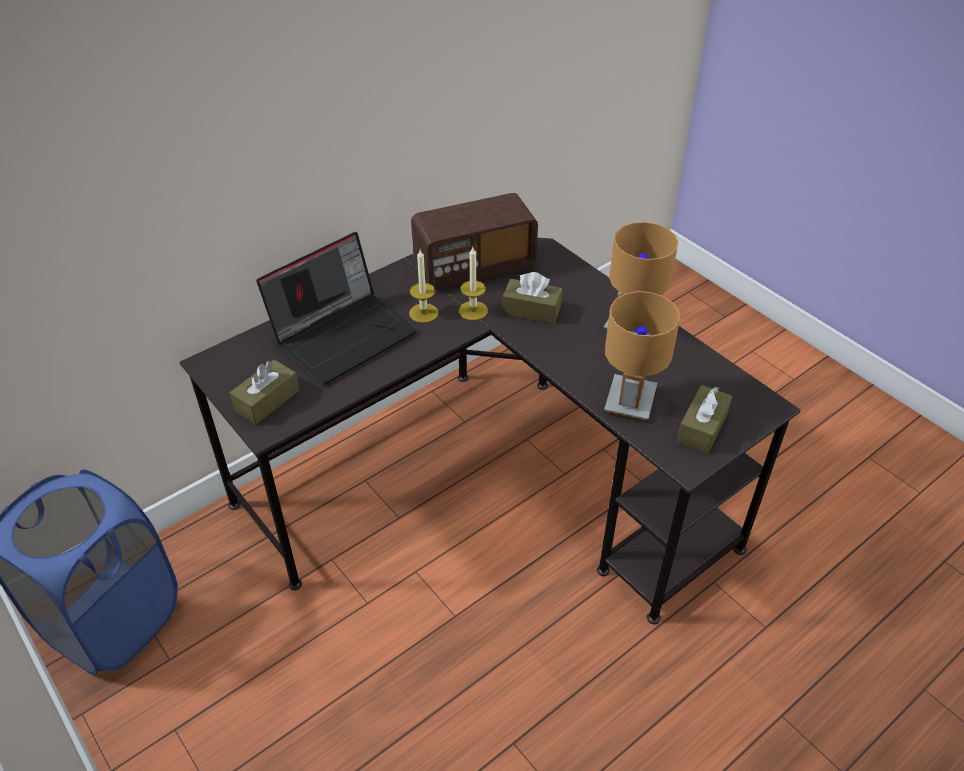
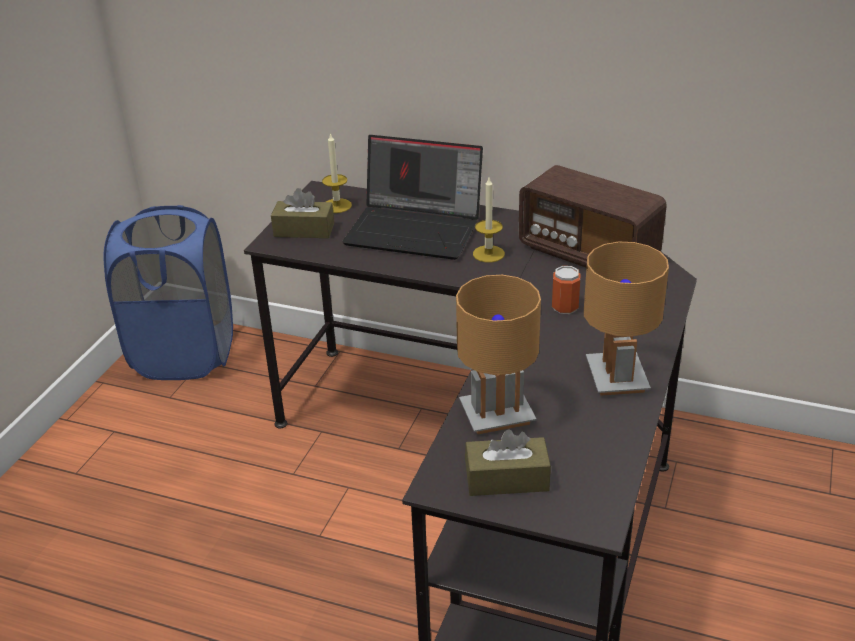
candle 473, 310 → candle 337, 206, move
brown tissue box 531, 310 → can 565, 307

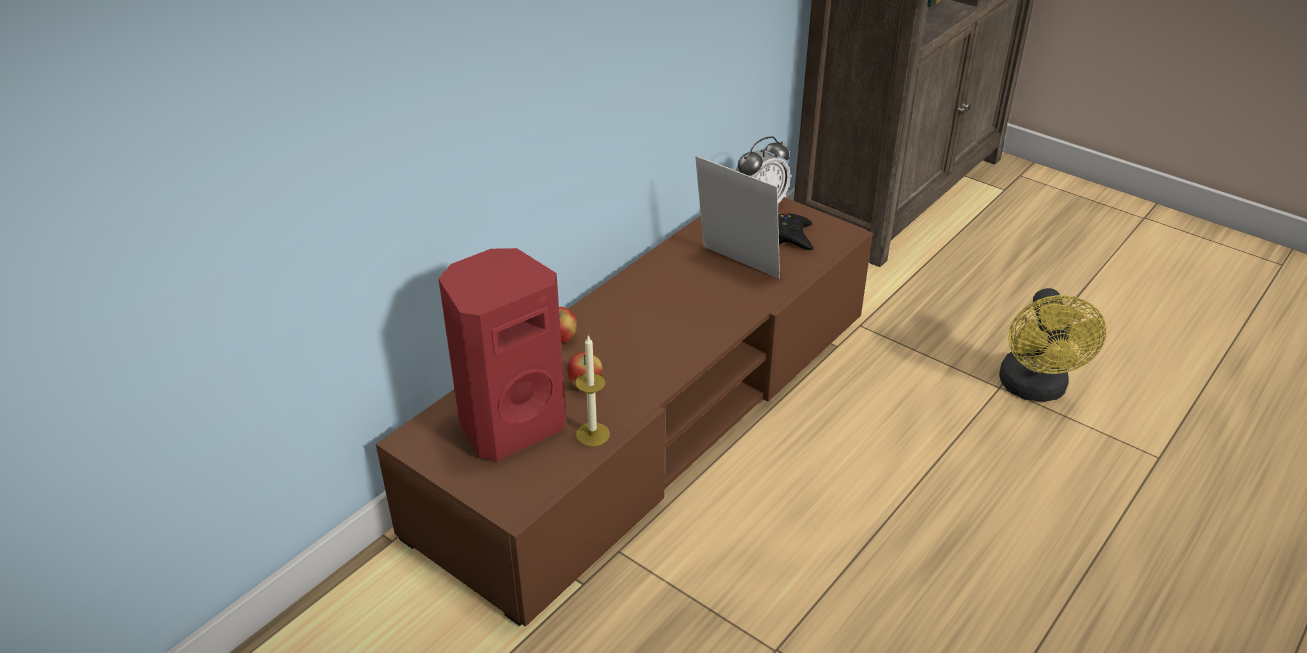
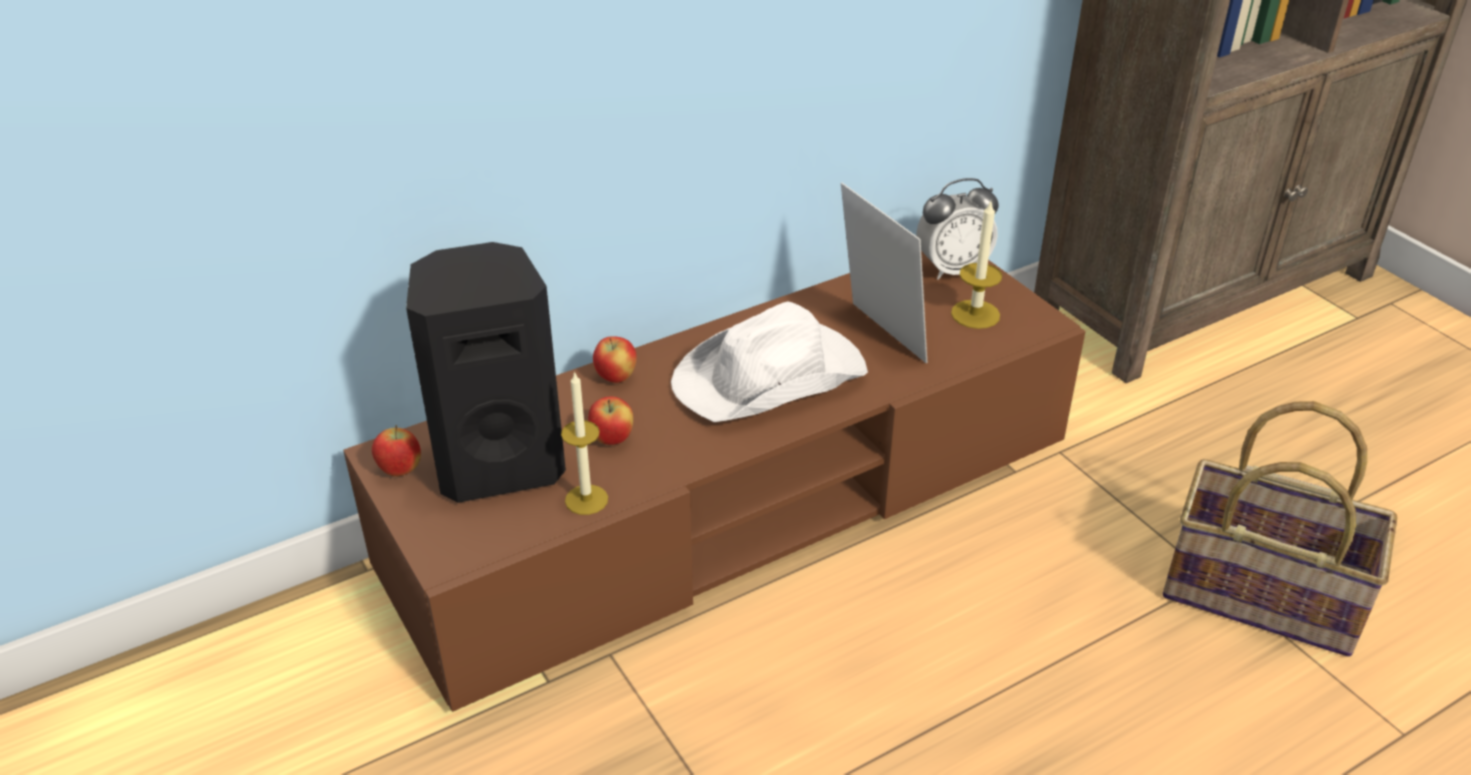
red speaker 509, 424 → black speaker 499, 464
black game controller 793, 236 → candle 975, 314
yellow fan 1034, 389 → basket 1263, 593
- → apple 400, 470
- → white hat 772, 378

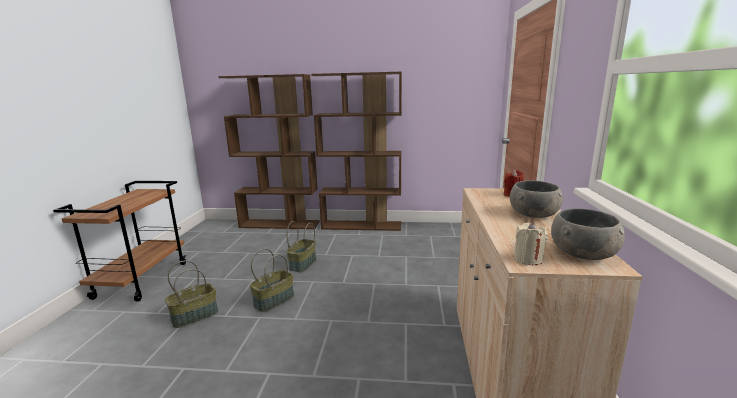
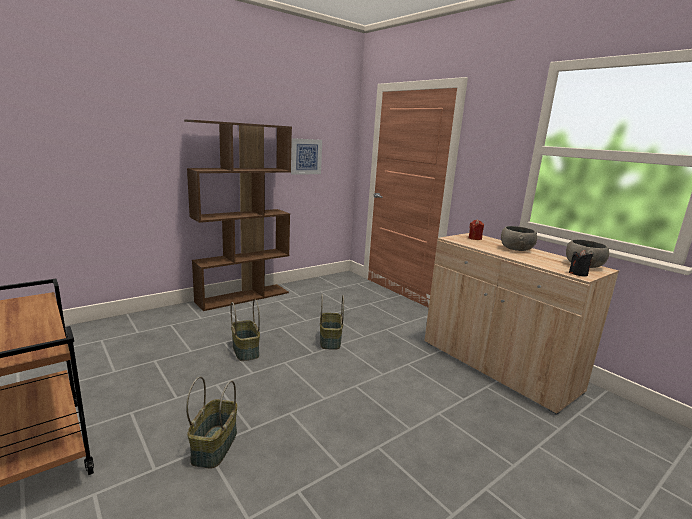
brown bookcase 280, 224 → -
basket 274, 300 → basket 329, 340, move
beige candle 528, 259 → black candle 578, 274
- → picture 306, 156

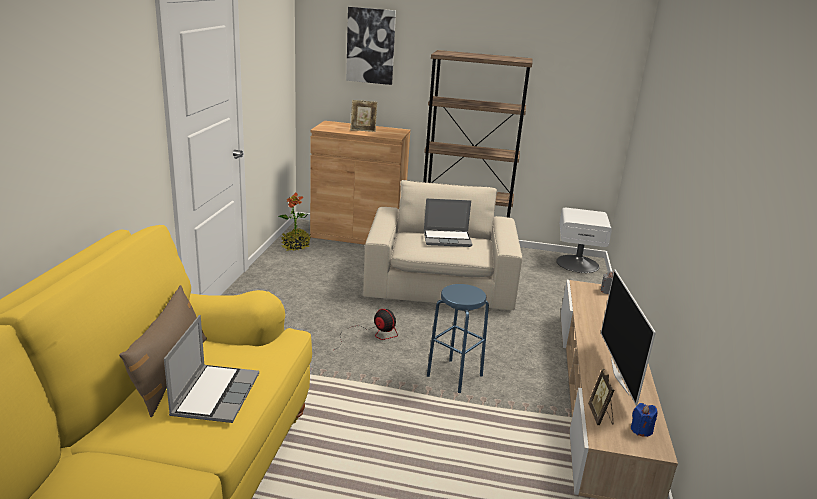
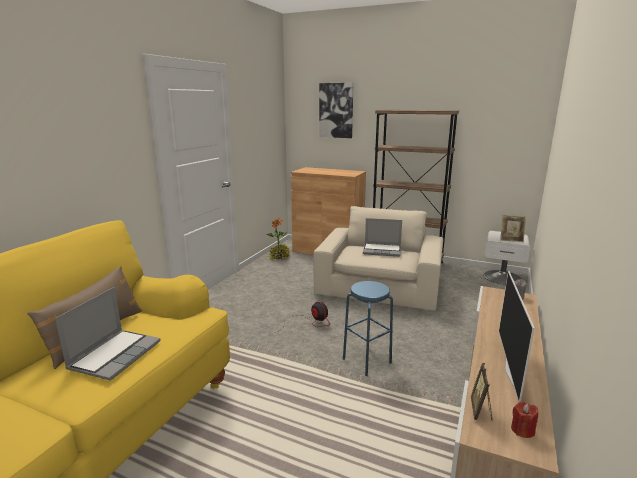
picture frame 363, 130 → picture frame 511, 240, move
blue candle 641, 430 → red candle 522, 430

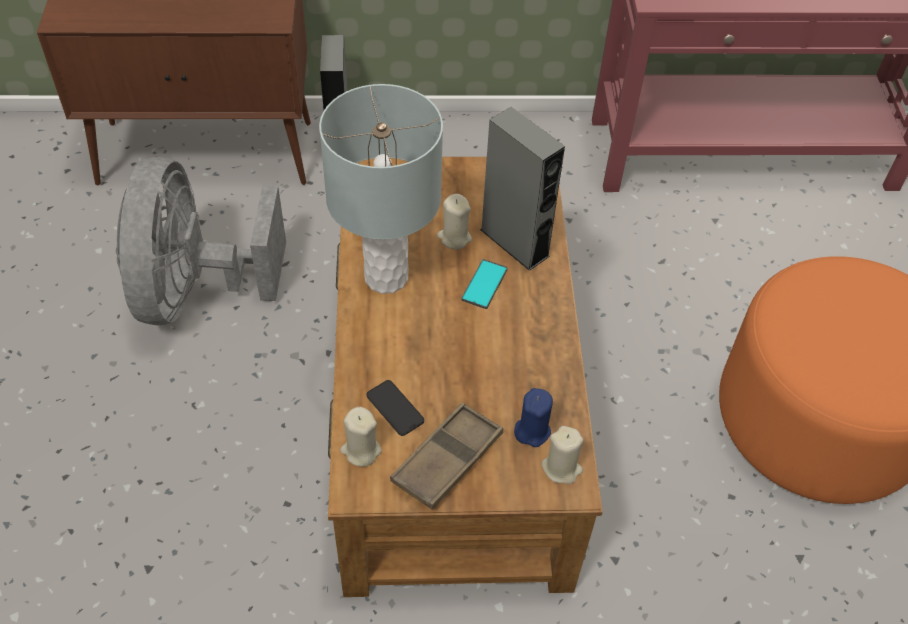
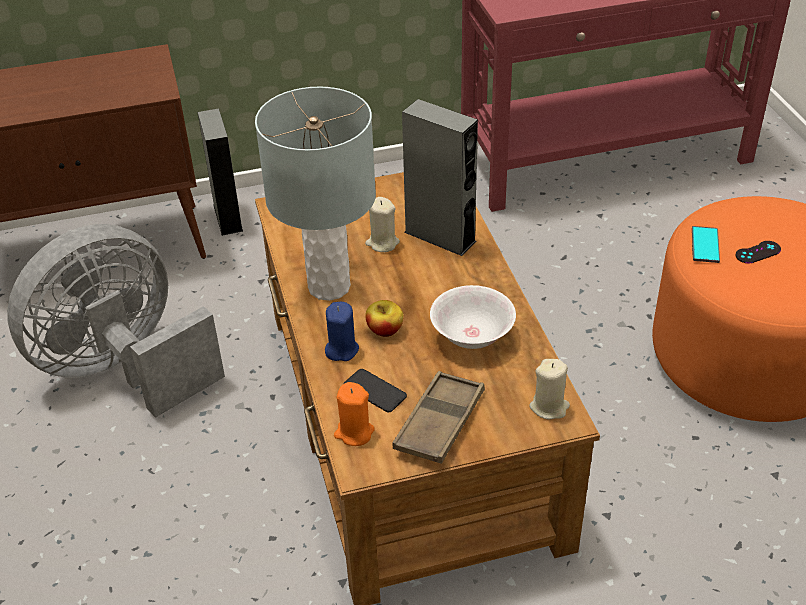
grey fan 197, 290 → grey fan 124, 369, 60 degrees clockwise
beige candle 361, 450 → orange candle 354, 432
phone 484, 284 → phone 705, 245, move
blue candle 532, 430 → blue candle 341, 349, move
- → apple 385, 330
- → white bowl 472, 336
- → black game controller 758, 252

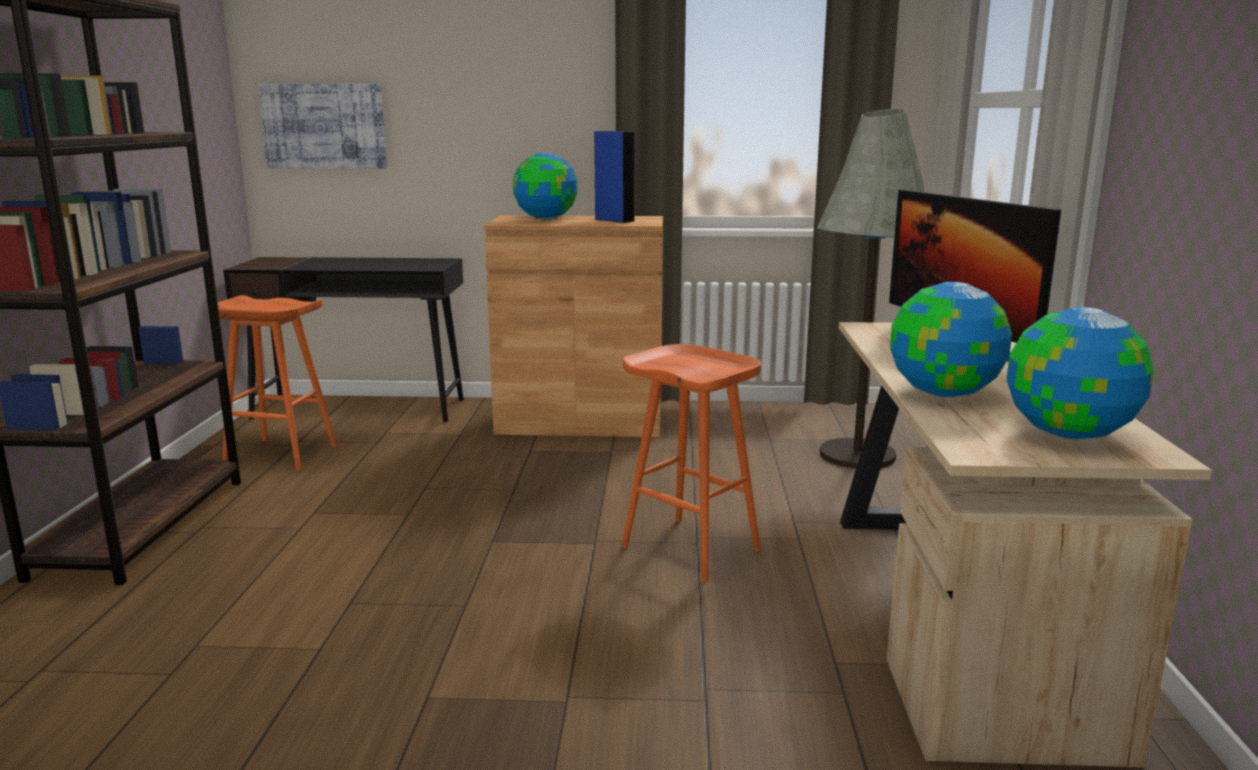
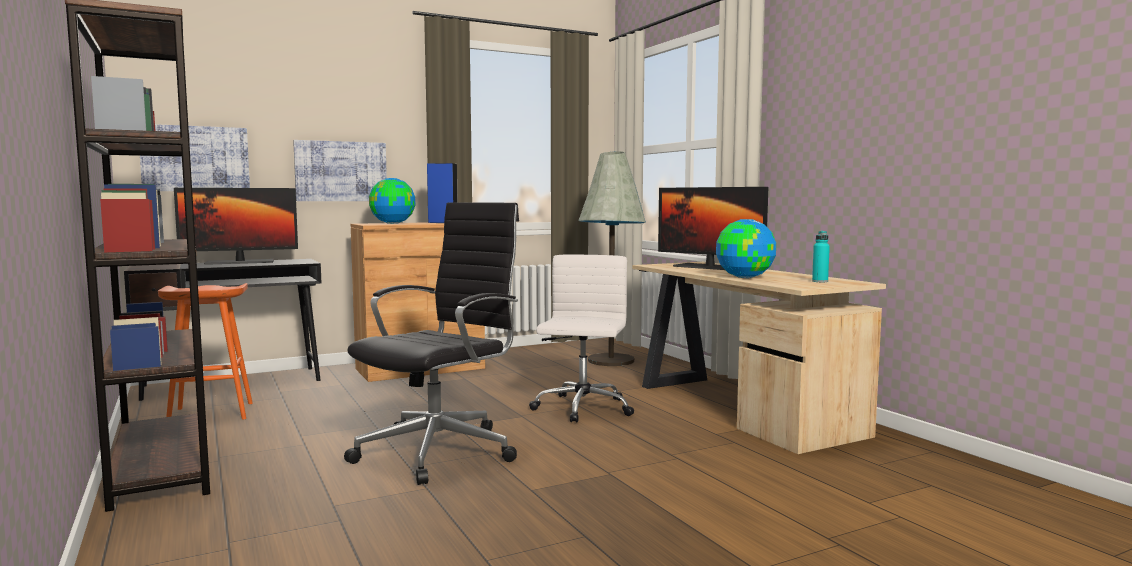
orange stool 693, 548 → white office chair 582, 409
globe 1067, 434 → turquoise bottle 820, 281
- → monitor 240, 262
- → picture 341, 171
- → black office chair 441, 450

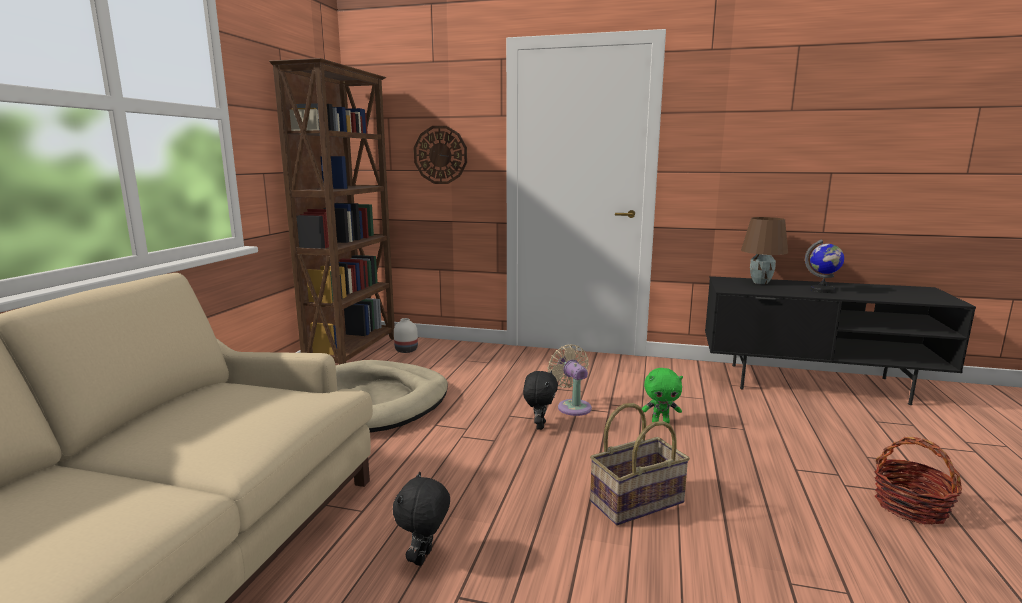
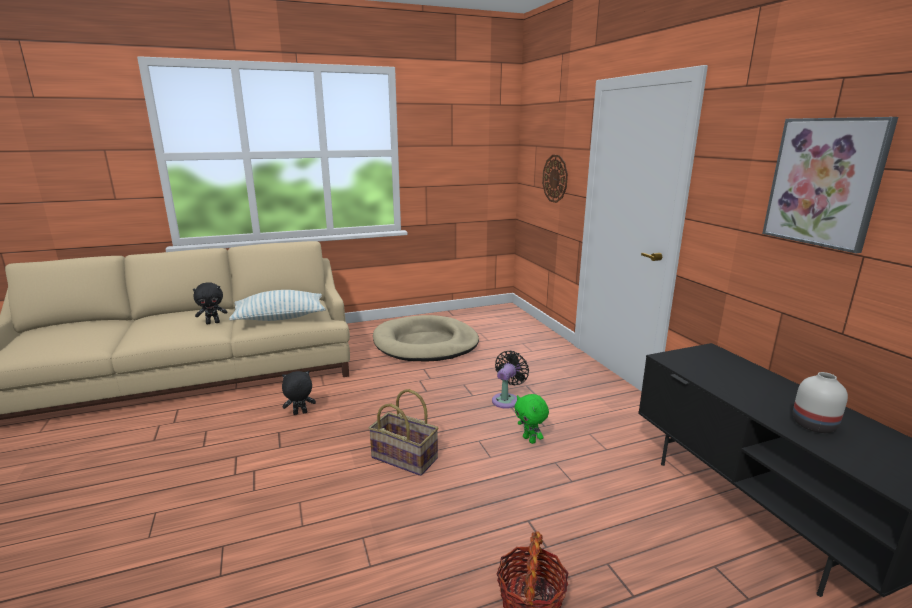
brown bookcase 353, 352 → -
white vase 406, 350 → white vase 813, 425, move
black plush toy 539, 425 → black plush toy 213, 323, move
beige fan 572, 406 → black fan 507, 399
brown table lamp 760, 282 → -
globe 822, 290 → -
- → pillow 280, 318
- → picture 824, 182

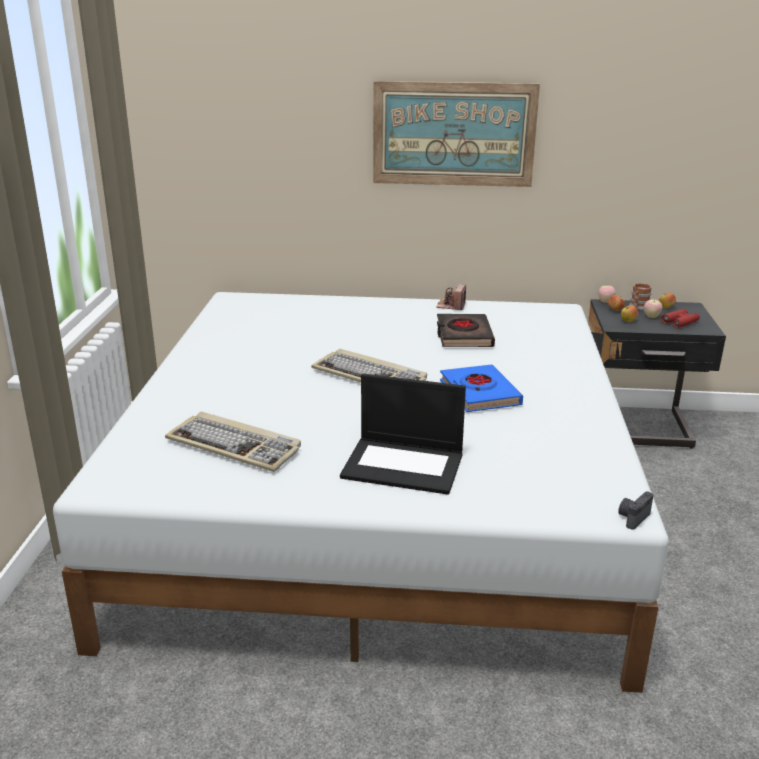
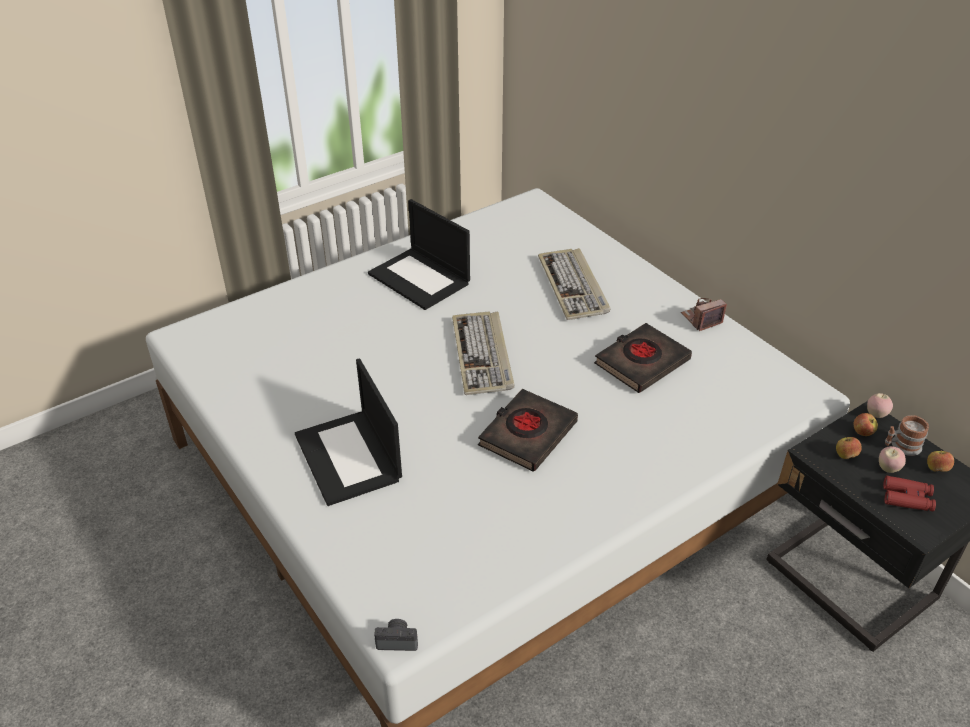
keyboard 235, 445 → keyboard 573, 287, move
picture 453, 134 → -
blue book 479, 394 → black book 527, 434
- → laptop 420, 279

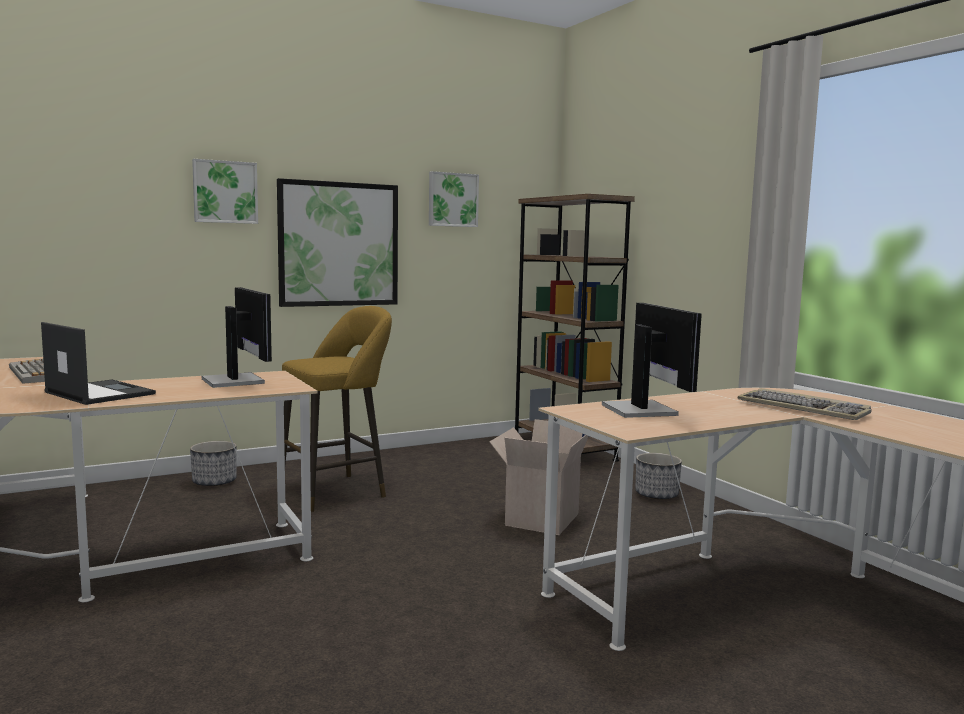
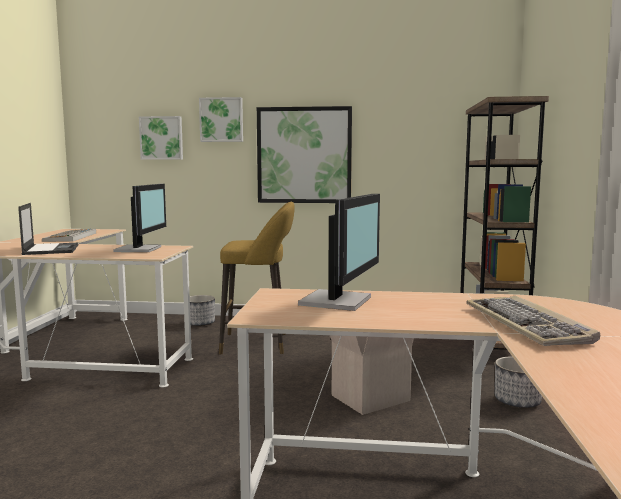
picture 452, 200 → picture 162, 138, move

